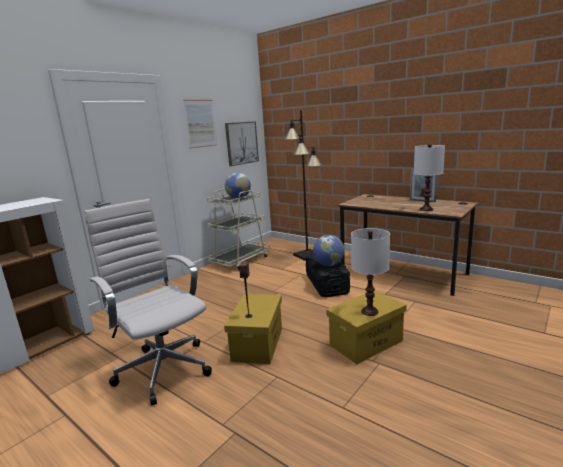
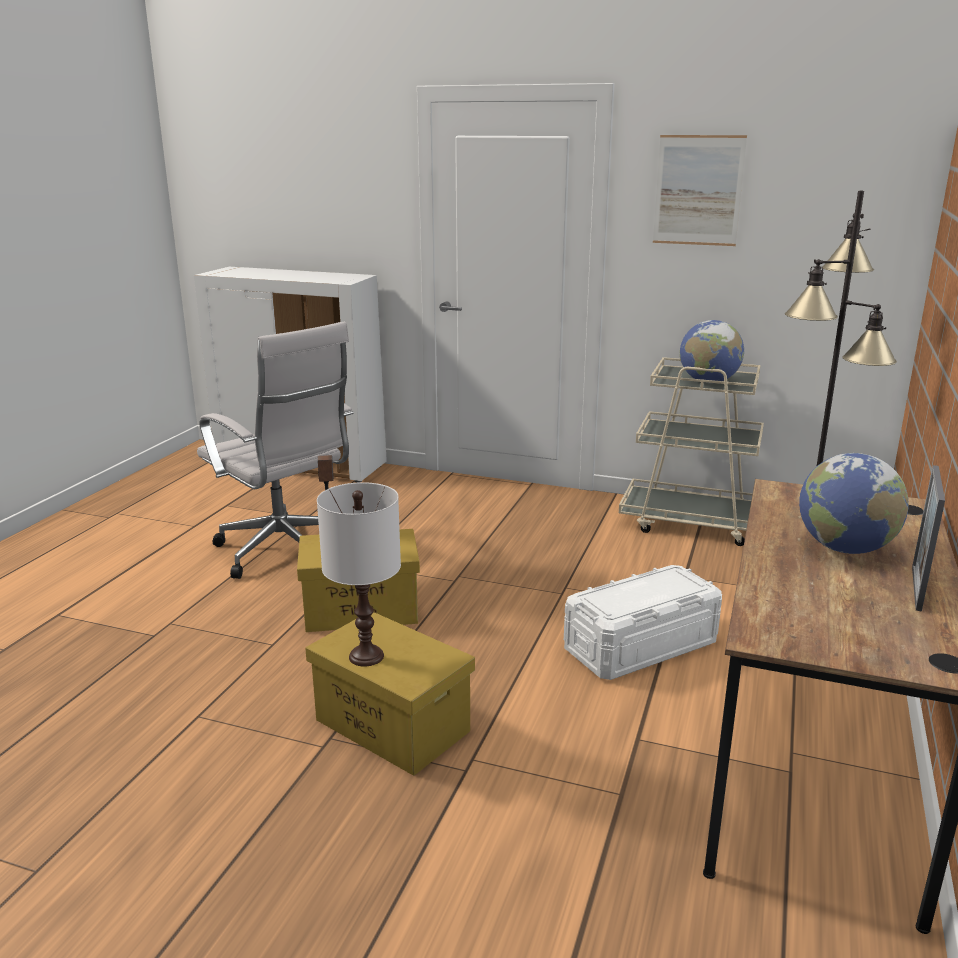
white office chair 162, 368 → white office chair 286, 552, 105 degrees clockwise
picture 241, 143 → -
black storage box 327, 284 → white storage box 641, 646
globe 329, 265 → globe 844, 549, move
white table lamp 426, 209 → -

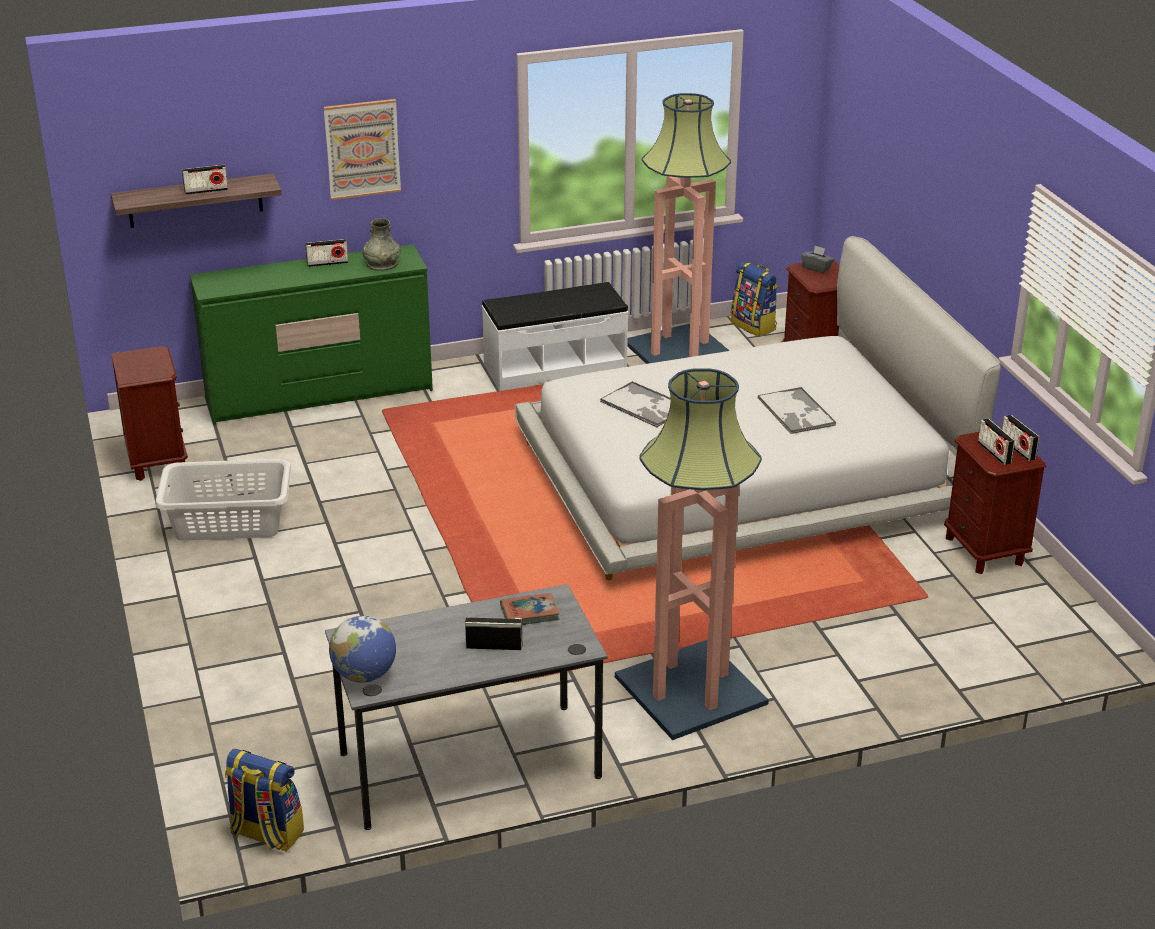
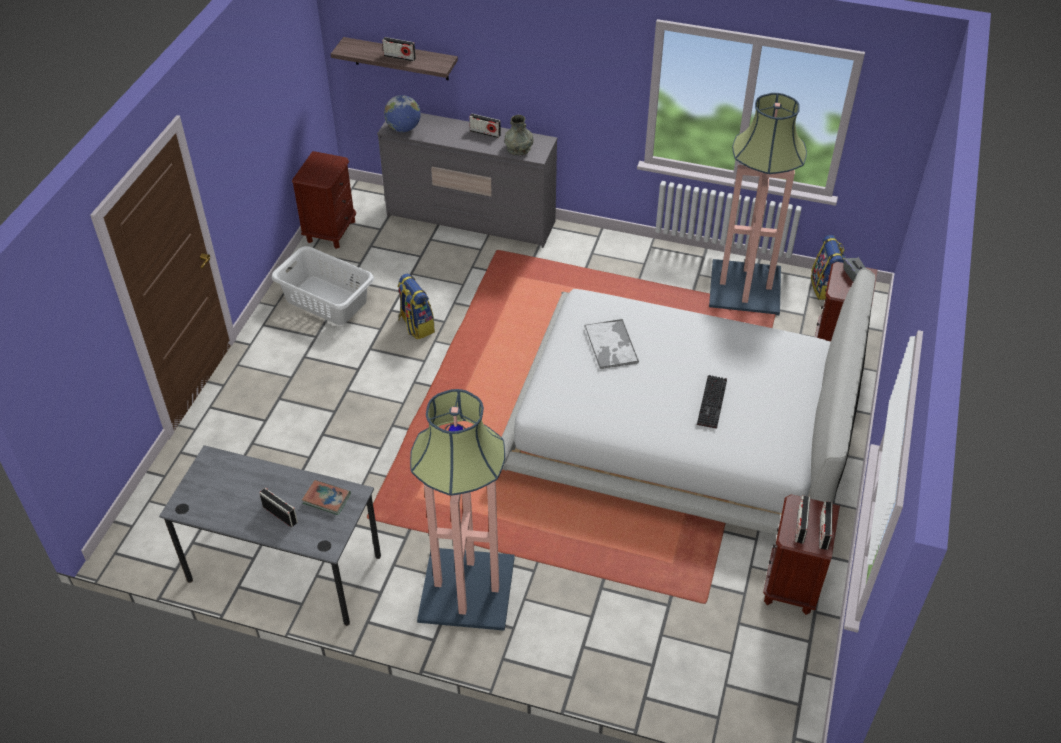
green dresser 320, 394 → grey dresser 471, 219
backpack 266, 834 → backpack 416, 325, move
picture 362, 149 → -
globe 364, 675 → globe 403, 128, move
white bench 554, 368 → -
tray 796, 412 → keyboard 713, 403

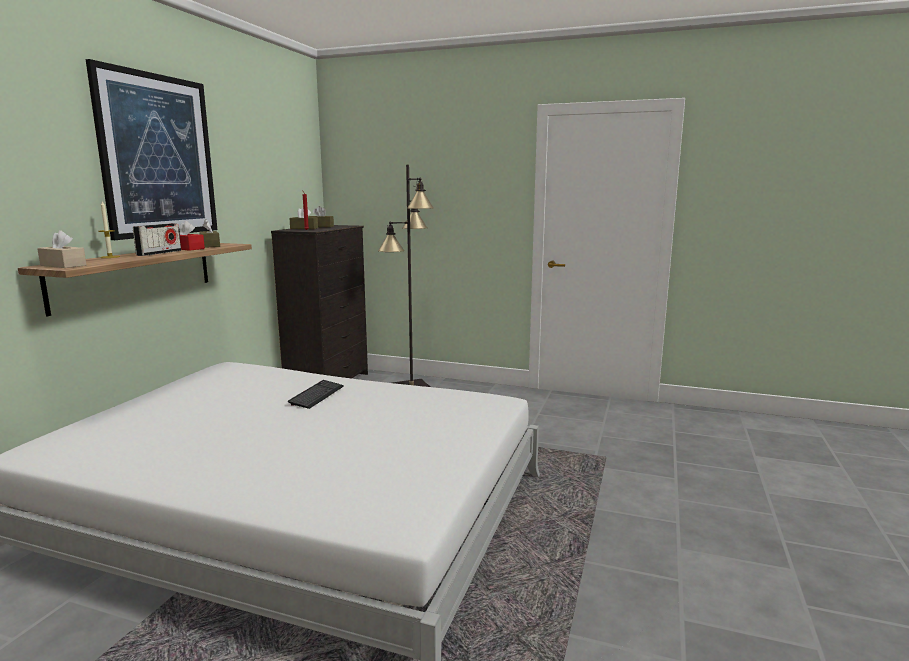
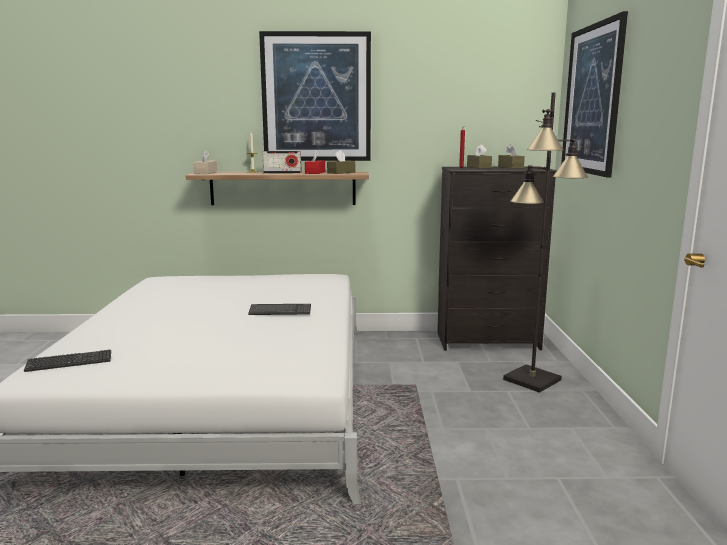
- → keyboard 69, 362
- → picture 592, 99

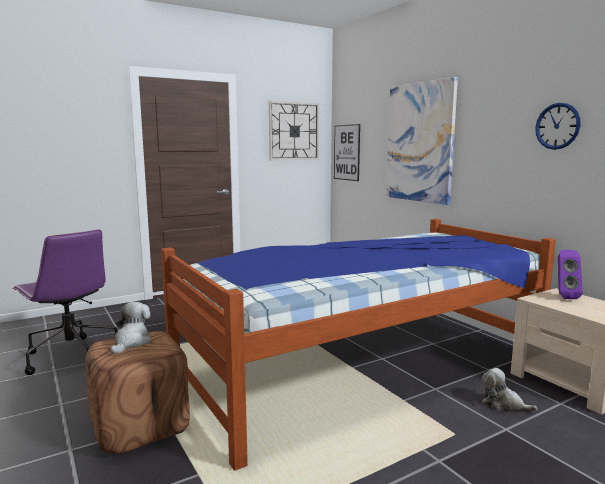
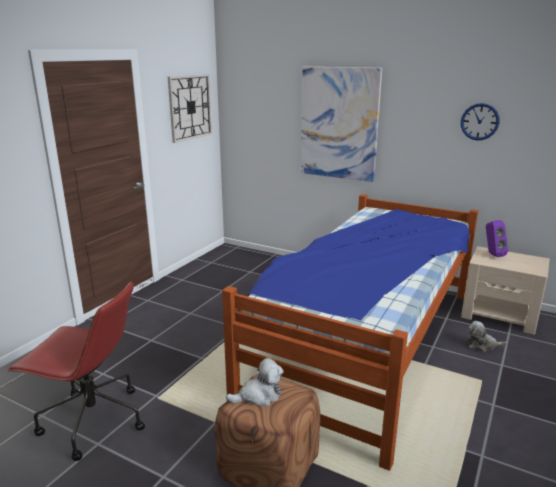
purple office chair 70, 356 → red office chair 92, 421
plush toy 131, 342 → plush toy 259, 396, 90 degrees clockwise
picture 346, 152 → -

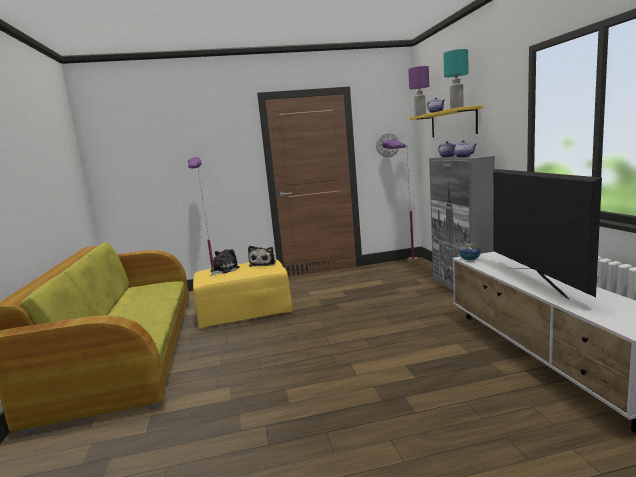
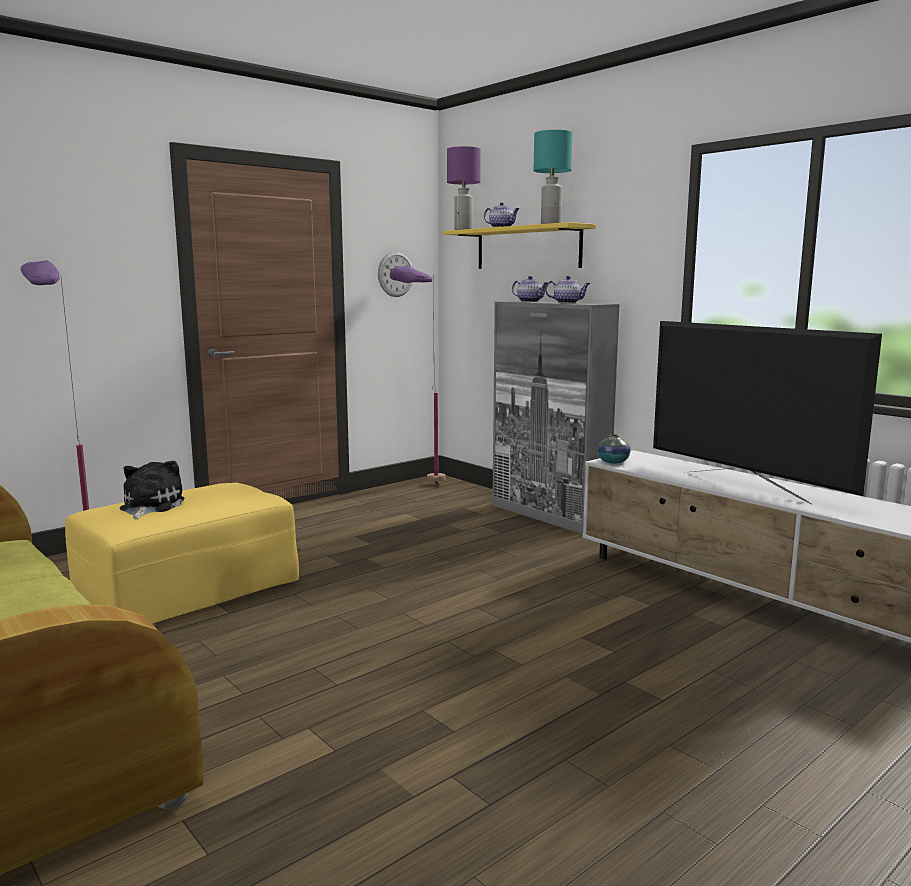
plush toy 263, 263 → -

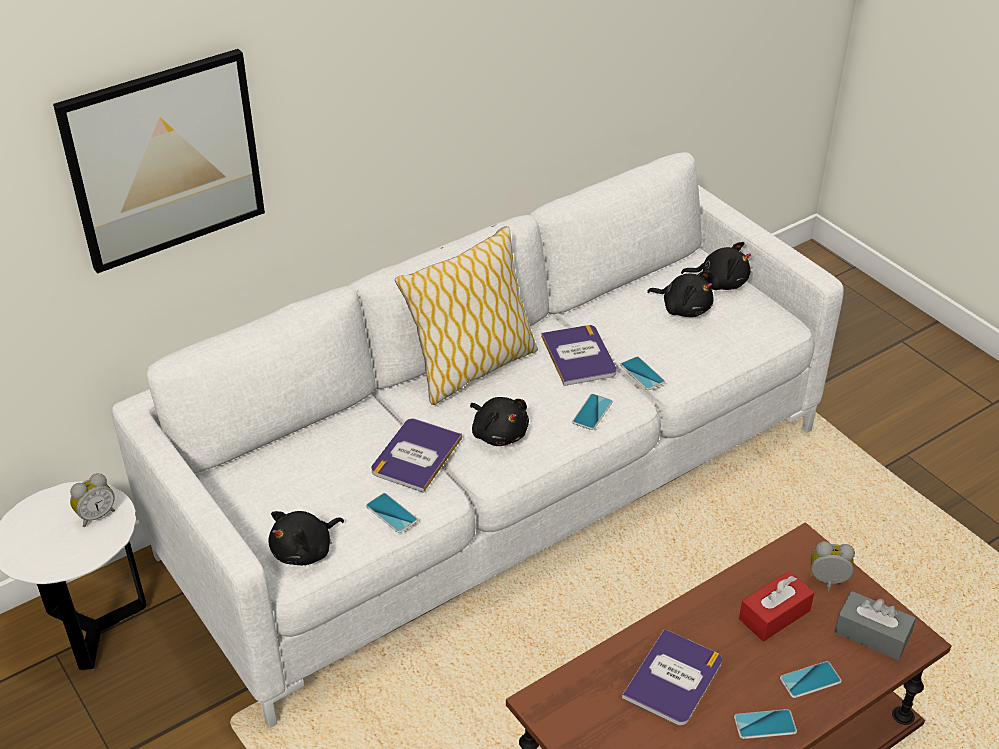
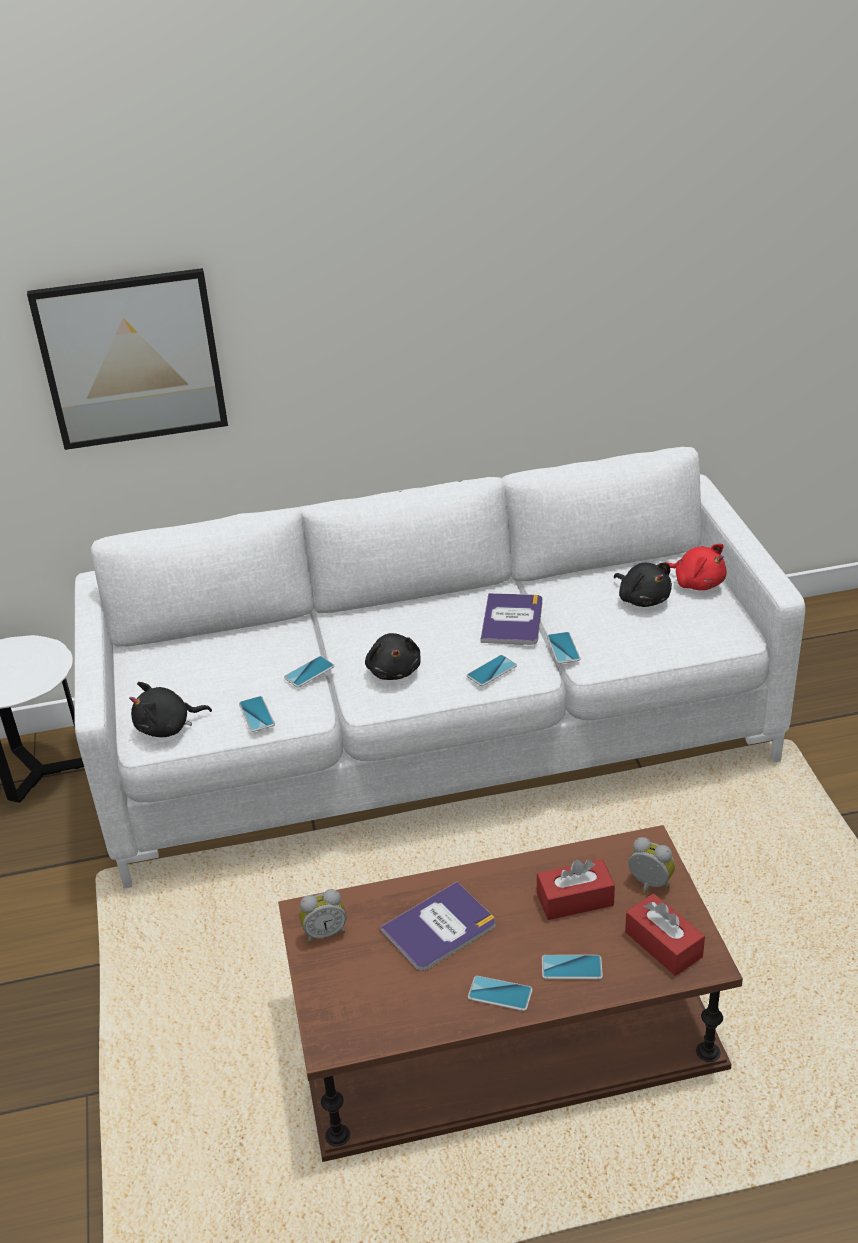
alarm clock 96, 515 → alarm clock 324, 932, move
book 416, 455 → phone 309, 672
pillow 472, 368 → -
black plush toy 720, 282 → red plush toy 696, 582
grey tissue box 872, 634 → red tissue box 663, 944

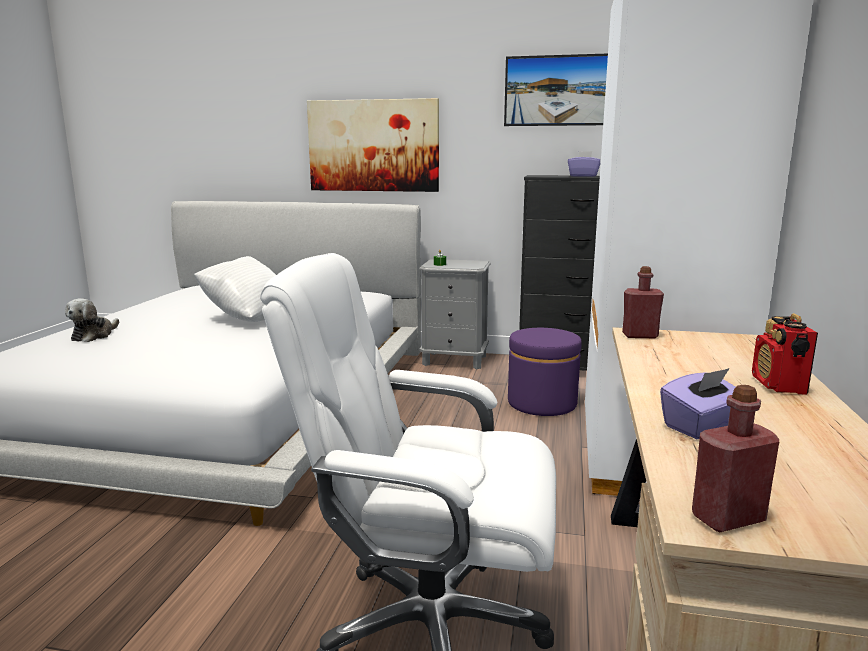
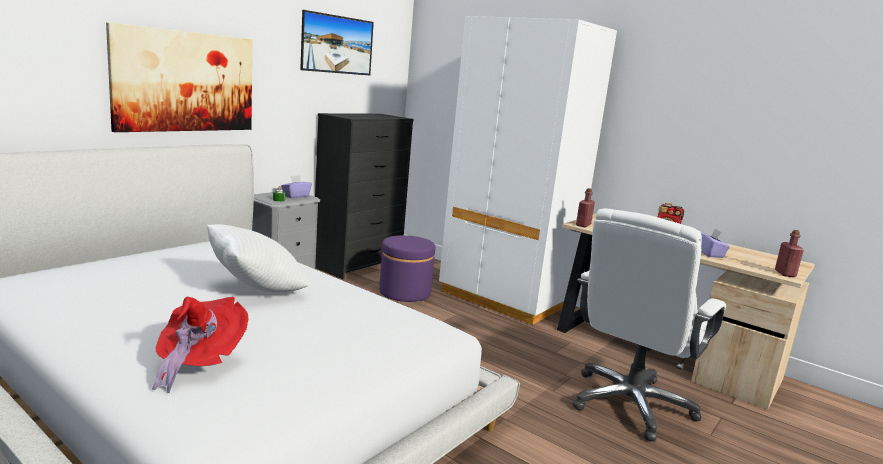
plush toy 94, 335 → red hat 198, 363
purple tissue box 583, 176 → purple tissue box 296, 196, move

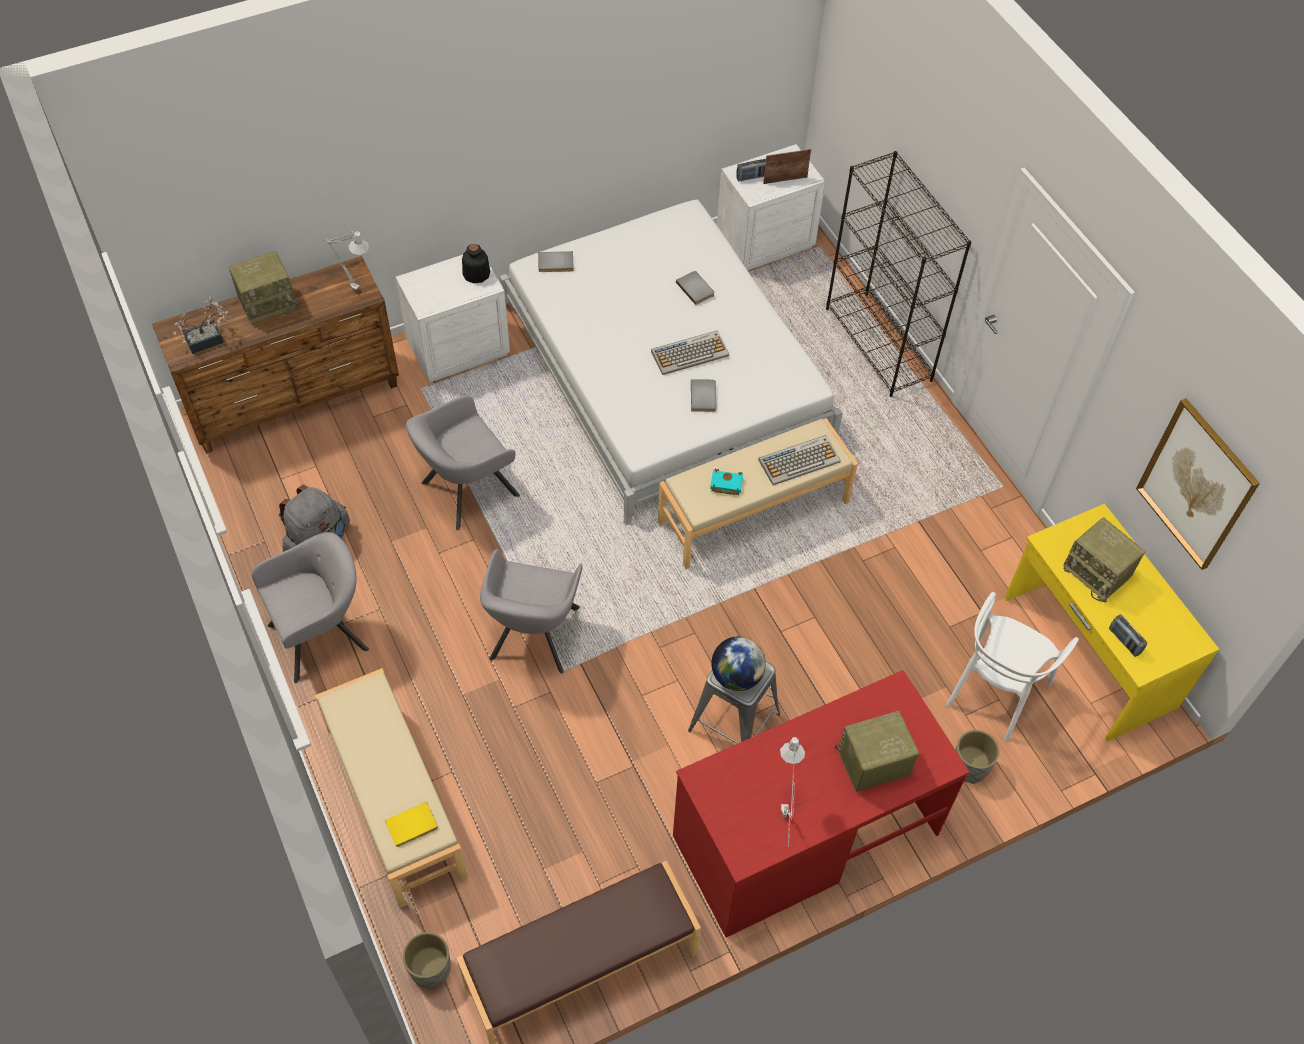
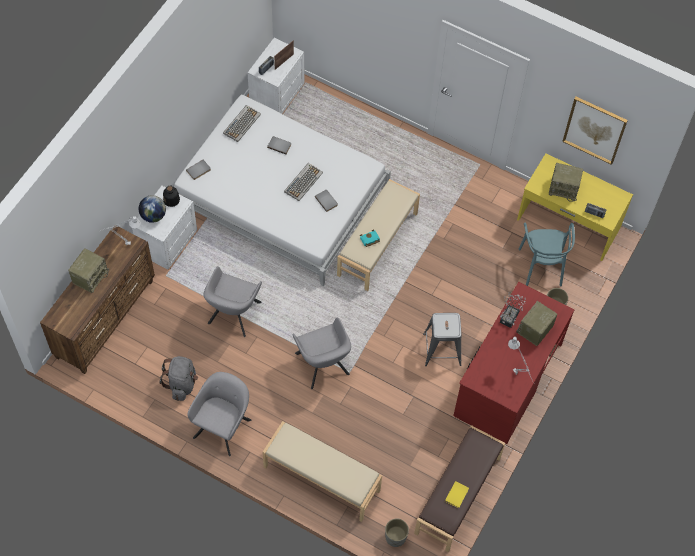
potted plant 209, 339 → potted plant 510, 315, move
yellow book 412, 826 → yellow book 457, 495, move
globe 736, 676 → globe 153, 216, move
keyboard 799, 460 → keyboard 242, 123, move
black bookcase 879, 345 → -
white chair 995, 691 → turquoise chair 542, 266

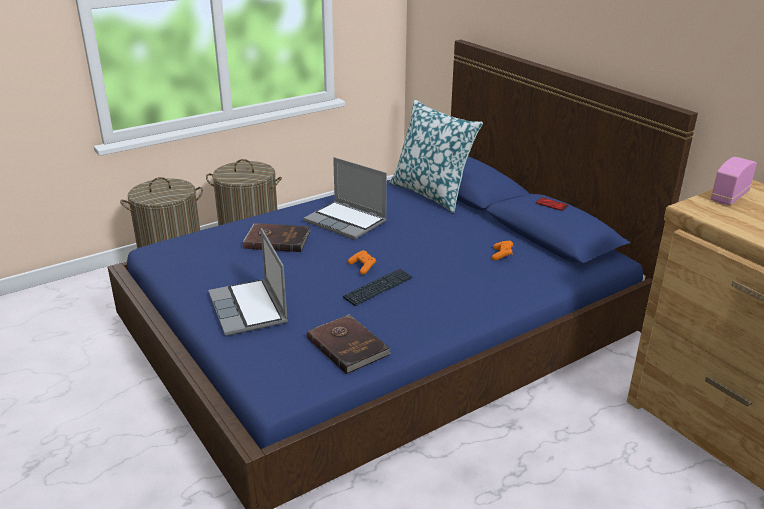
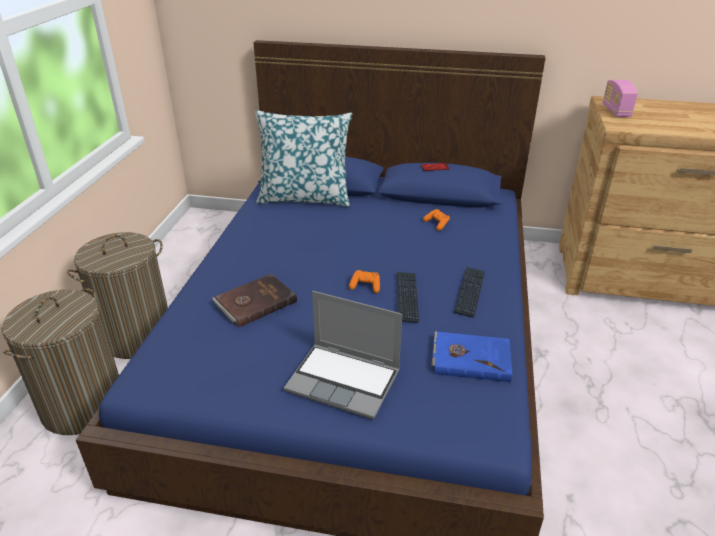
laptop 347, 222 → -
brown book 348, 345 → blue book 471, 358
- → keyboard 469, 292

